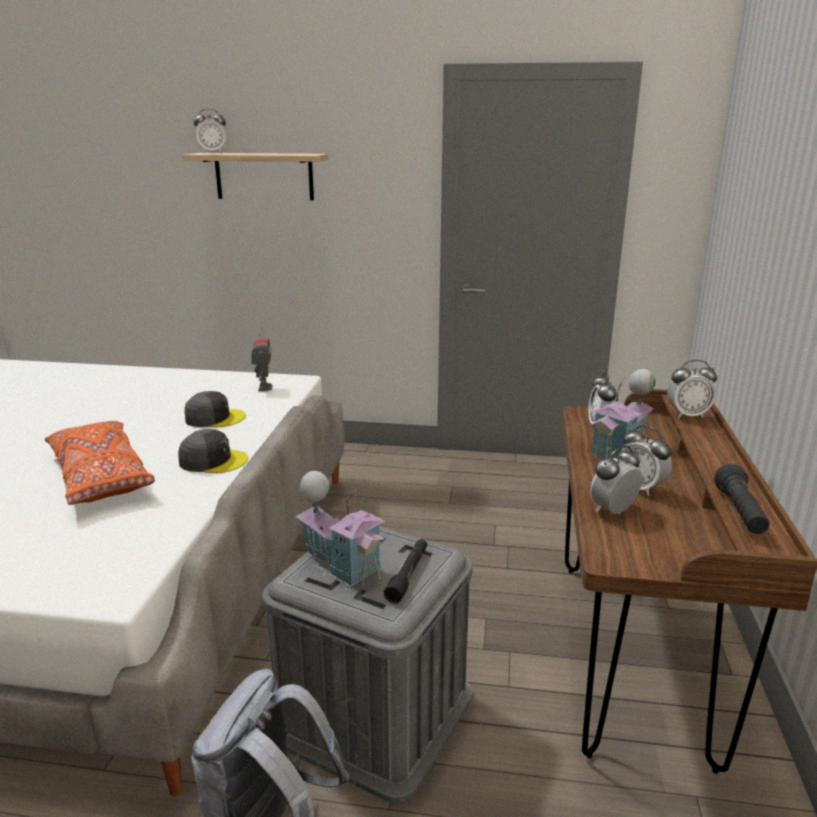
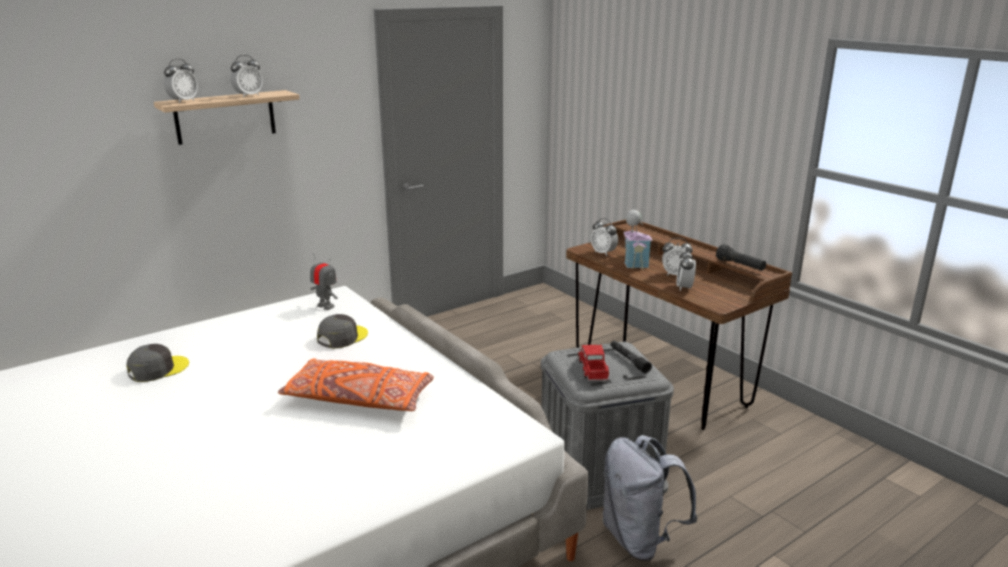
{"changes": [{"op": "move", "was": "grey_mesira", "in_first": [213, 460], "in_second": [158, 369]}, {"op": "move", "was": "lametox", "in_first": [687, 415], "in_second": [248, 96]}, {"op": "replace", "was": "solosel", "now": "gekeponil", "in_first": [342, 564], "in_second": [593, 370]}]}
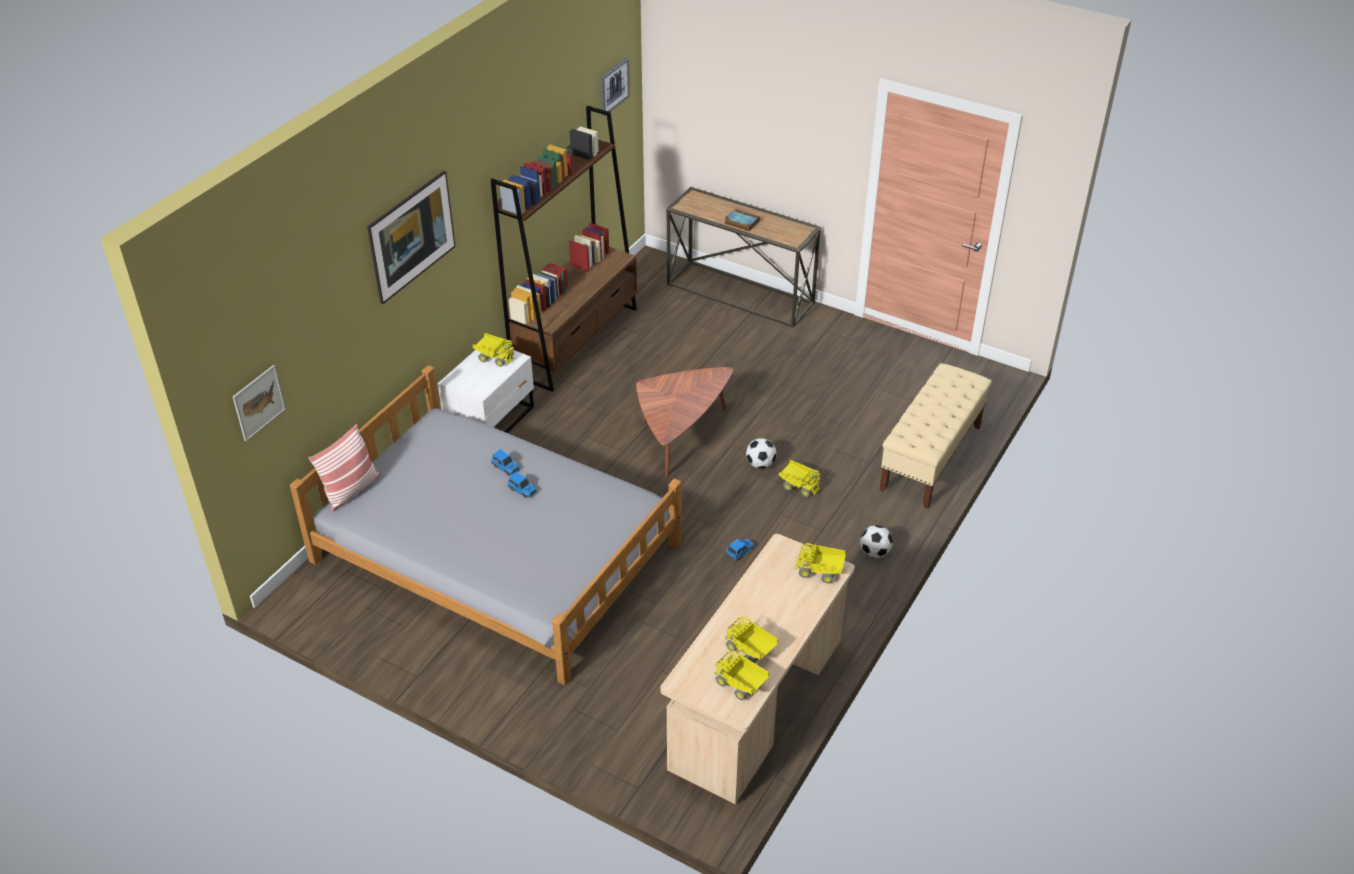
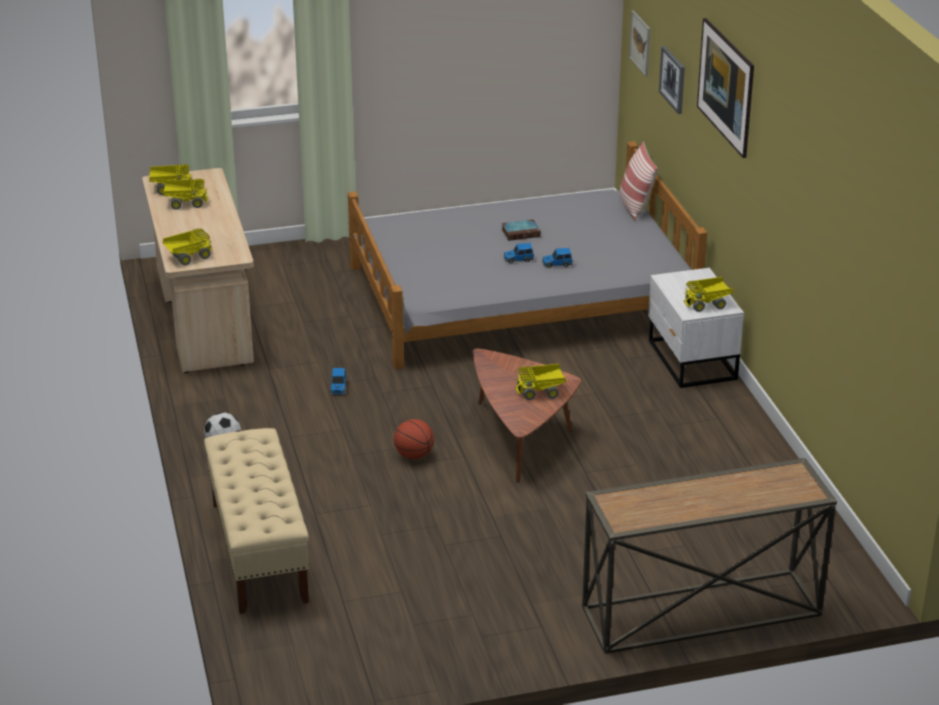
{"changes": [{"op": "replace", "was": "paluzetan", "now": "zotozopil", "in_first": [760, 464], "in_second": [414, 455]}, {"op": "move", "was": "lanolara", "in_first": [741, 222], "in_second": [521, 233]}, {"op": "move", "was": "gekeponil", "in_first": [799, 486], "in_second": [541, 392]}, {"op": "move", "was": "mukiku", "in_first": [613, 86], "in_second": [673, 79]}, {"op": "delete", "was": "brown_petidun", "in_first": [575, 341]}]}
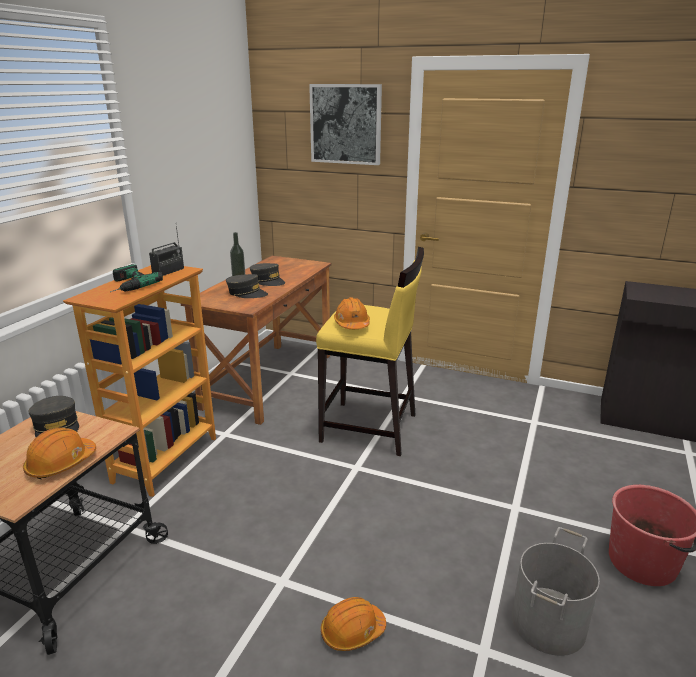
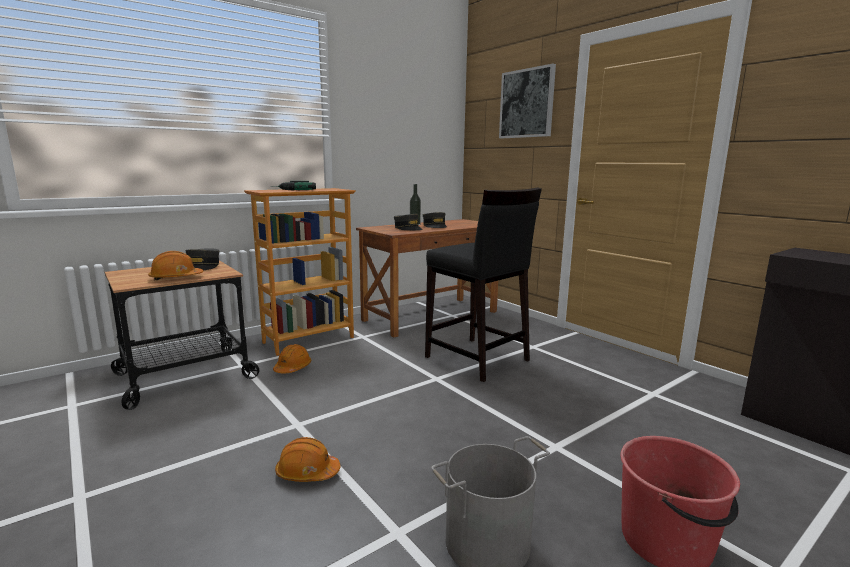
{"changes": [{"op": "move", "was": "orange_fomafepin", "in_first": [352, 324], "in_second": [293, 368]}, {"op": "recolor", "was": "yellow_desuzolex", "now": "black_desuzolex", "in_first": [370, 428], "in_second": [477, 359]}, {"op": "delete", "was": "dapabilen", "in_first": [168, 271]}]}
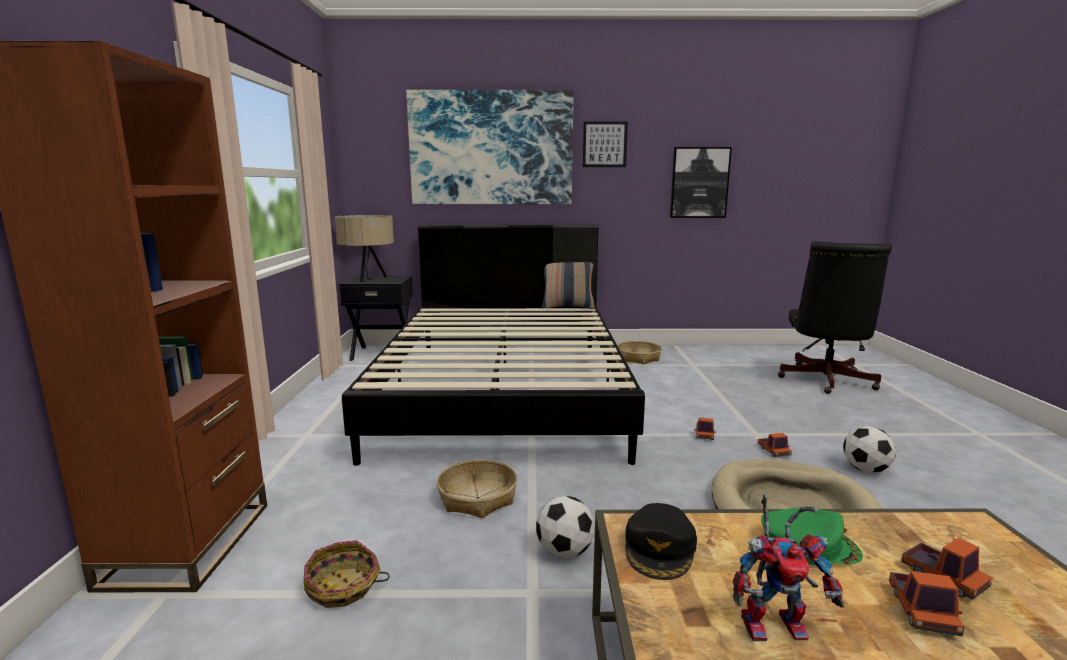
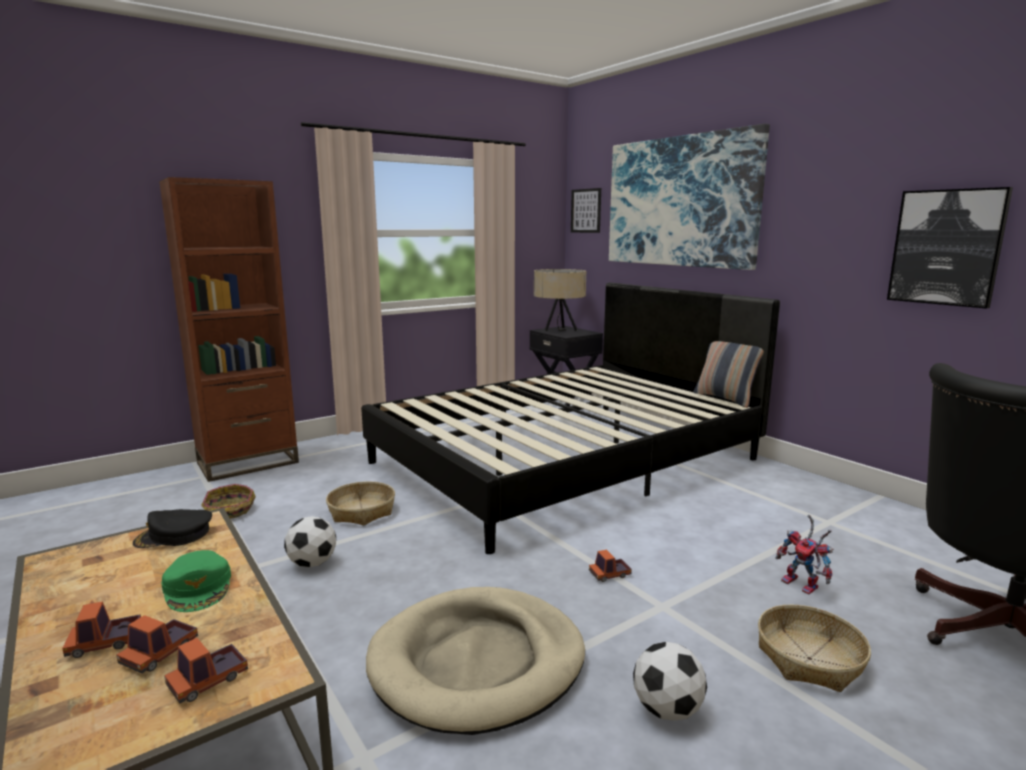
{"changes": [{"op": "move", "was": "gekeponil", "in_first": [773, 451], "in_second": [208, 681]}, {"op": "move", "was": "mukiku", "in_first": [604, 144], "in_second": [586, 211]}, {"op": "move", "was": "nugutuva", "in_first": [638, 358], "in_second": [809, 658]}, {"op": "move", "was": "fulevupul", "in_first": [776, 623], "in_second": [804, 585]}]}
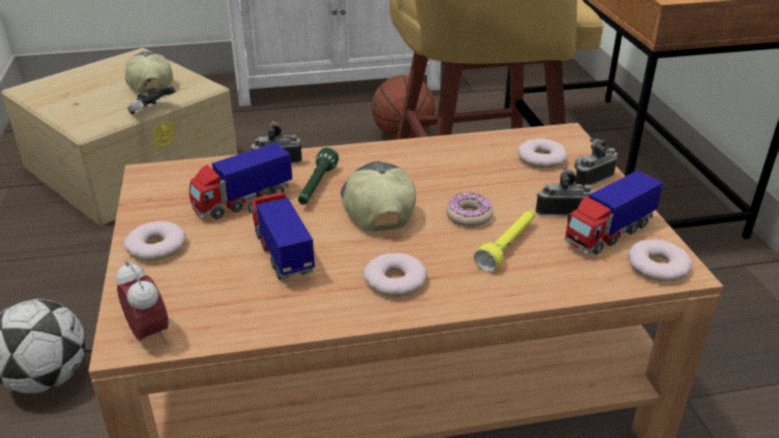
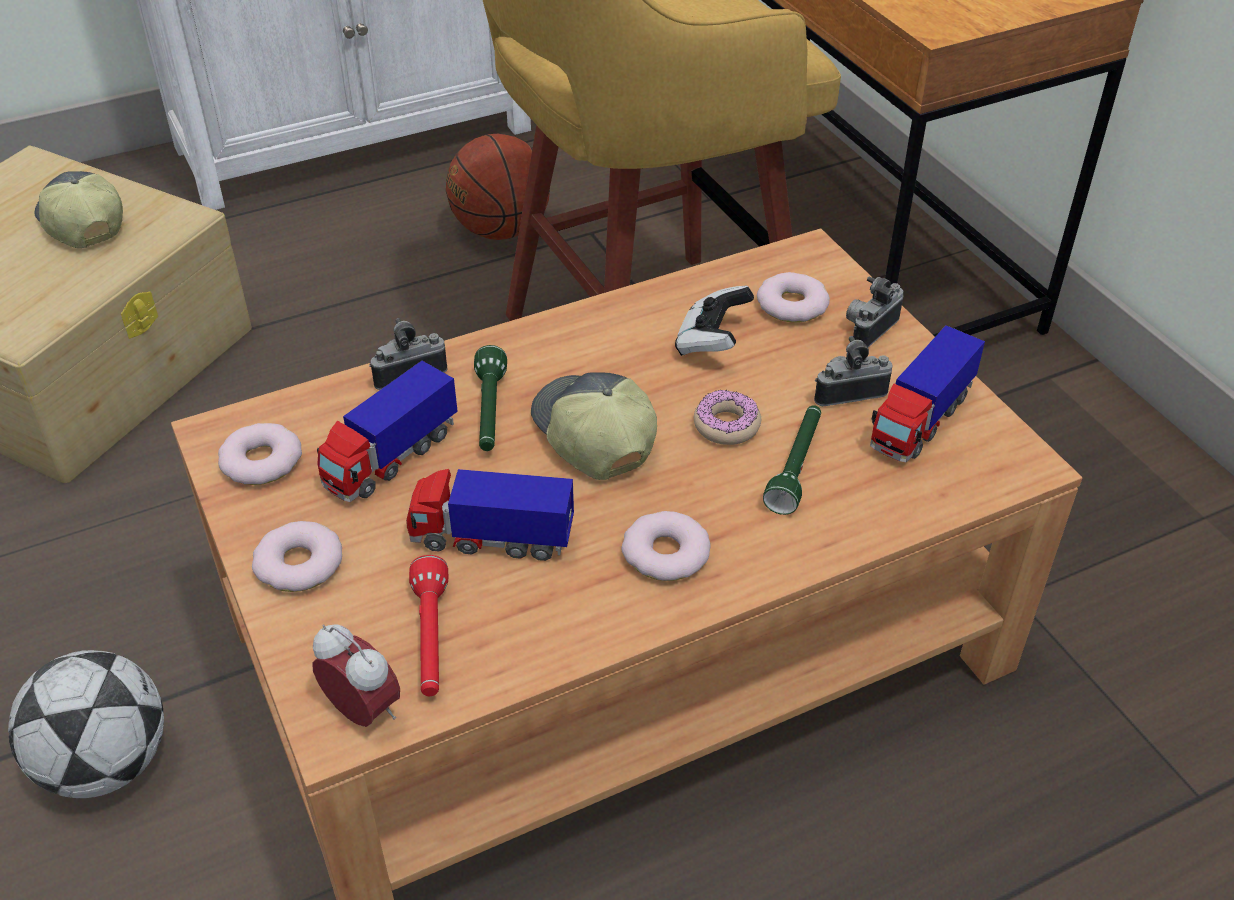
{"changes": [{"op": "move", "was": "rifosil", "in_first": [657, 266], "in_second": [261, 461]}, {"op": "rotate", "was": "gekeponil", "in_first": [282, 253], "in_second": [491, 539], "clockwise": -45}, {"op": "insert", "now": "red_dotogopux", "in_second": [431, 639]}, {"op": "move", "was": "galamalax", "in_first": [152, 111], "in_second": [712, 341]}, {"op": "recolor", "was": "yellow_dotogopux", "now": "green_dotogopux", "in_first": [508, 246], "in_second": [796, 467]}]}
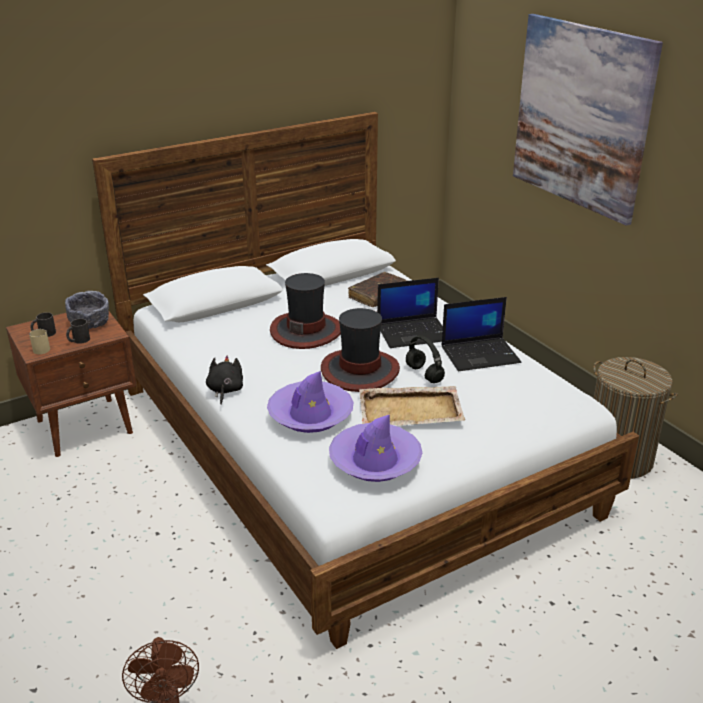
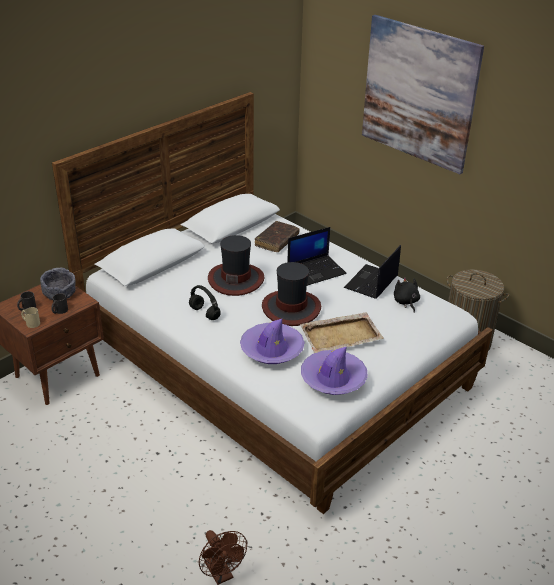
{"changes": [{"op": "move", "was": "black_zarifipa", "in_first": [425, 374], "in_second": [205, 313]}, {"op": "rotate", "was": "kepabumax", "in_first": [480, 354], "in_second": [371, 282], "clockwise": 150}, {"op": "move", "was": "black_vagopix", "in_first": [225, 391], "in_second": [406, 302]}]}
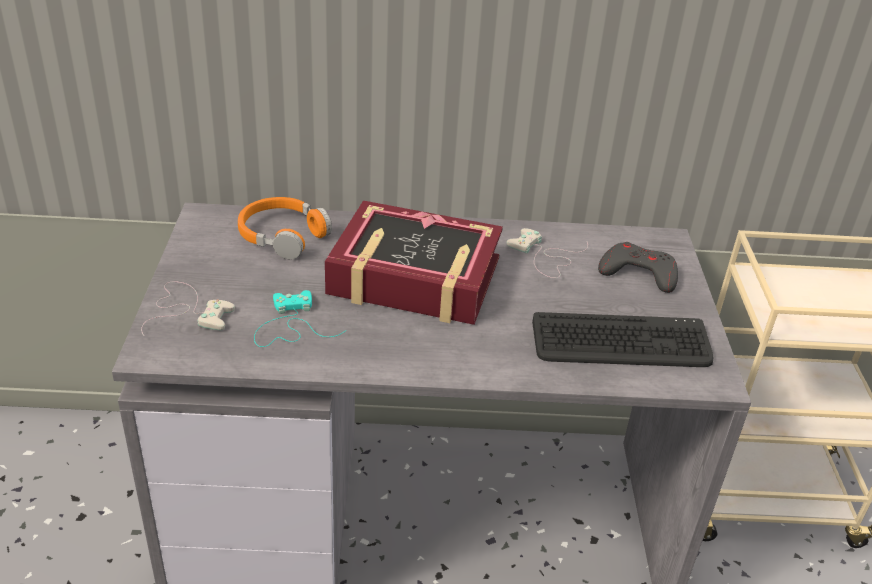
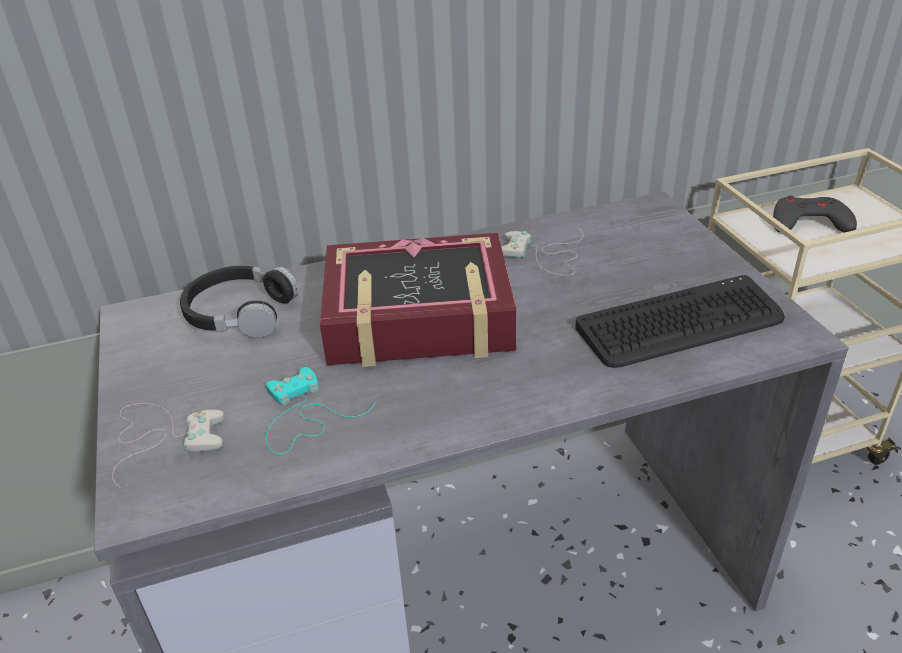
{"changes": [{"op": "recolor", "was": "orange_zarifipa", "now": "black_zarifipa", "in_first": [282, 235], "in_second": [240, 312]}, {"op": "move", "was": "grey_galamalax", "in_first": [638, 273], "in_second": [808, 223]}]}
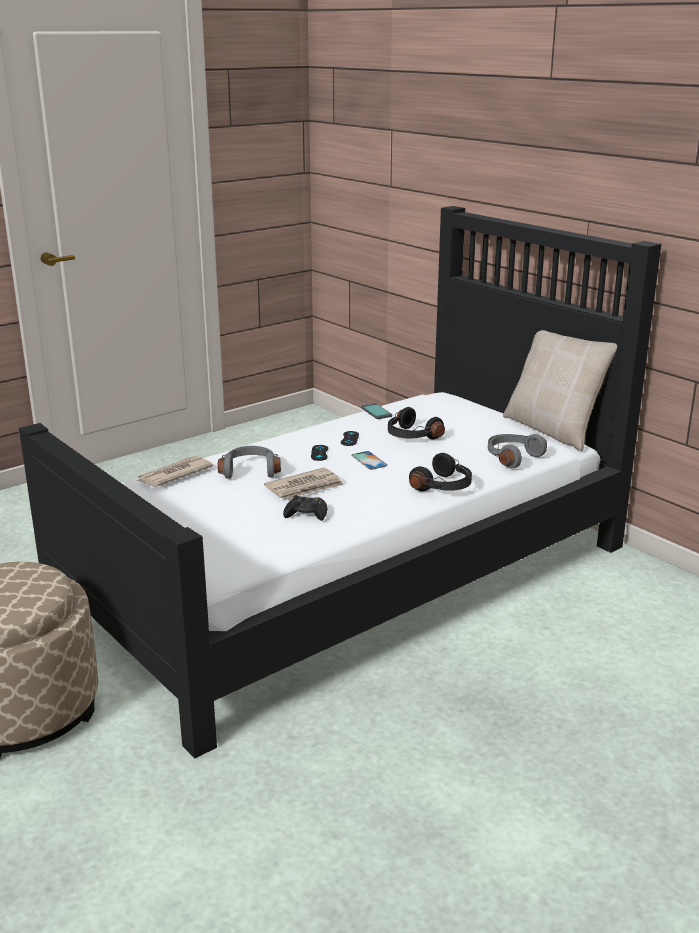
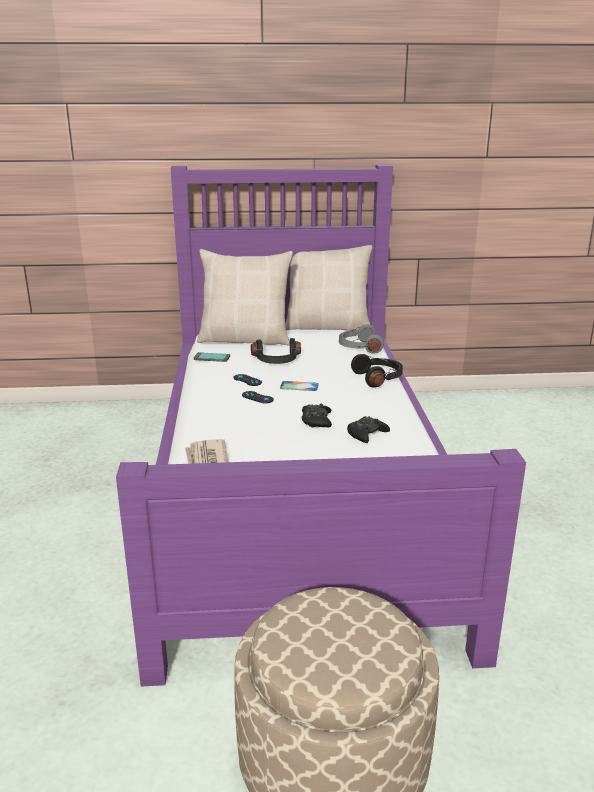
{"changes": [{"op": "recolor", "was": "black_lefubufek", "now": "purple_lefubufek", "in_first": [351, 574], "in_second": [297, 494]}, {"op": "insert", "now": "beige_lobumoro", "in_second": [245, 339]}, {"op": "replace", "was": "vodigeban", "now": "black_galamalax", "in_first": [305, 487], "in_second": [316, 421]}, {"op": "delete", "was": "grey_zarifipa", "in_first": [250, 470]}]}
